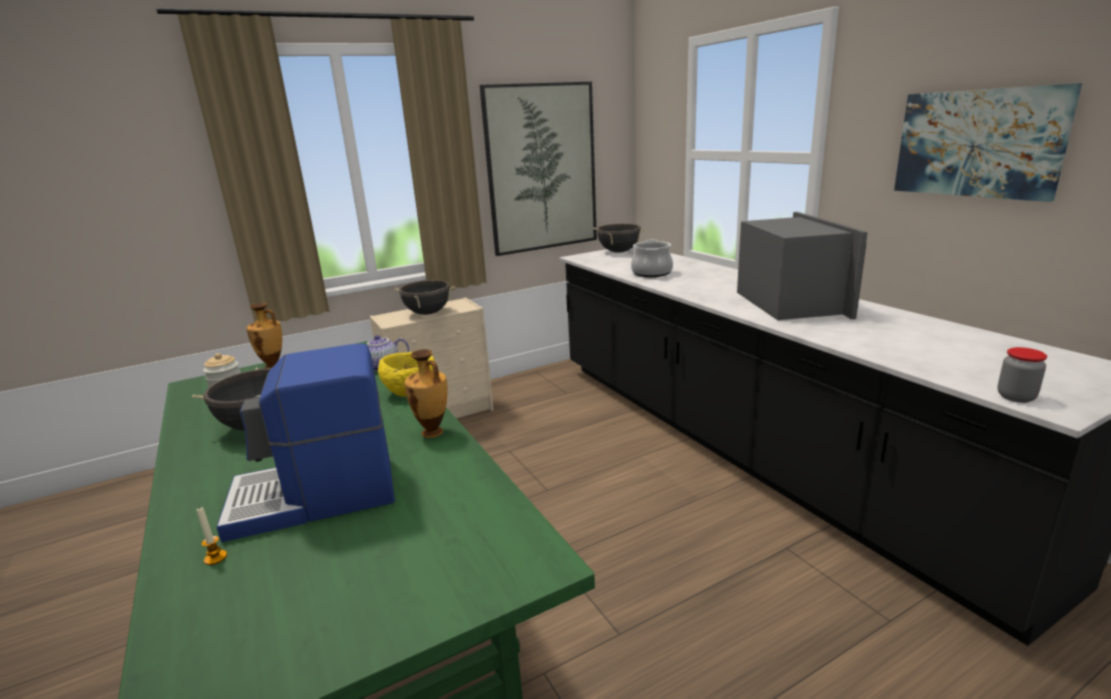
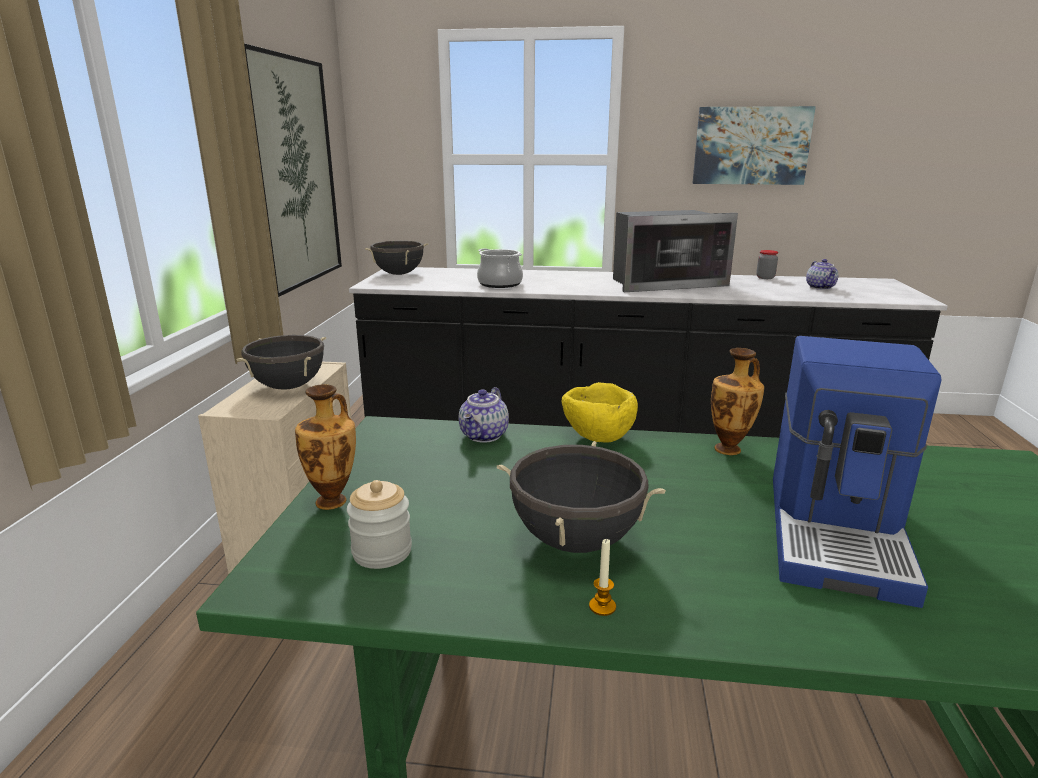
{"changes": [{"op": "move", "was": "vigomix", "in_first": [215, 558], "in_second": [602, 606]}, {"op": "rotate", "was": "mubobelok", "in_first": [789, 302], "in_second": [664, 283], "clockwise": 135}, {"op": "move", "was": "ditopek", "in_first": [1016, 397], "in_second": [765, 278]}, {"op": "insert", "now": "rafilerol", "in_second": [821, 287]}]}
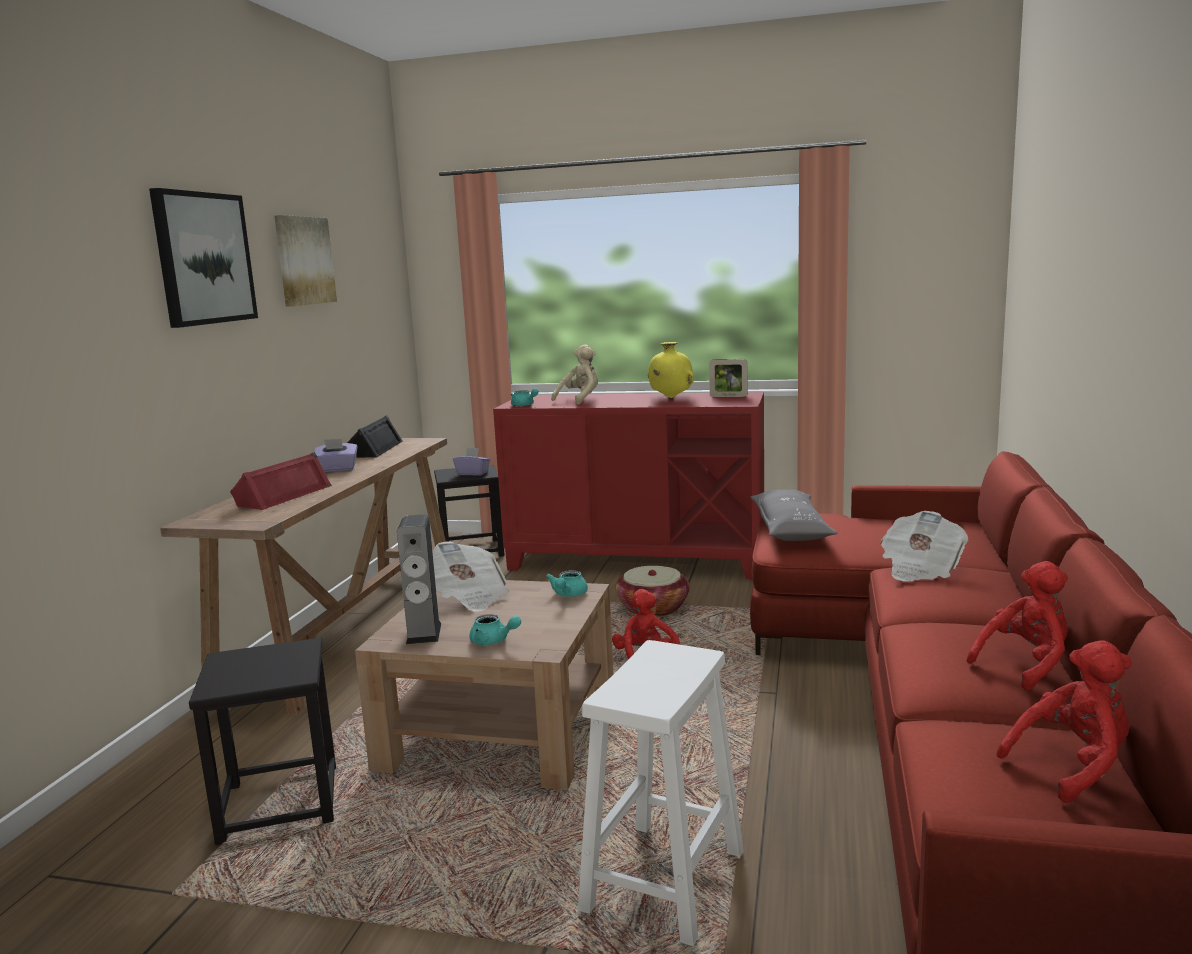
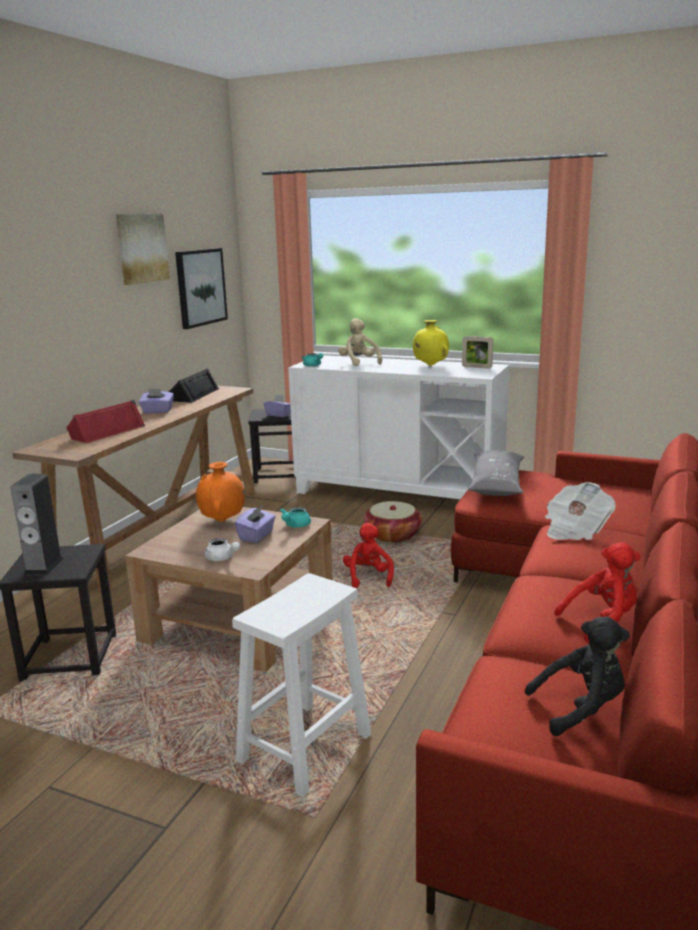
{"changes": [{"op": "move", "was": "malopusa", "in_first": [424, 633], "in_second": [44, 566]}, {"op": "move", "was": "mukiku", "in_first": [203, 258], "in_second": [200, 287]}, {"op": "replace", "was": "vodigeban", "now": "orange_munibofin", "in_first": [468, 597], "in_second": [222, 521]}, {"op": "recolor", "was": "turquoise_rafilerol", "now": "white_rafilerol", "in_first": [493, 641], "in_second": [222, 558]}, {"op": "insert", "now": "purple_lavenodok", "in_second": [257, 536]}, {"op": "recolor", "was": "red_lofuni", "now": "white_lofuni", "in_first": [637, 560], "in_second": [399, 493]}, {"op": "rotate", "was": "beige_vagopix", "in_first": [580, 400], "in_second": [359, 363], "clockwise": -75}, {"op": "recolor", "was": "red_vagopix", "now": "black_vagopix", "in_first": [1073, 766], "in_second": [581, 708]}]}
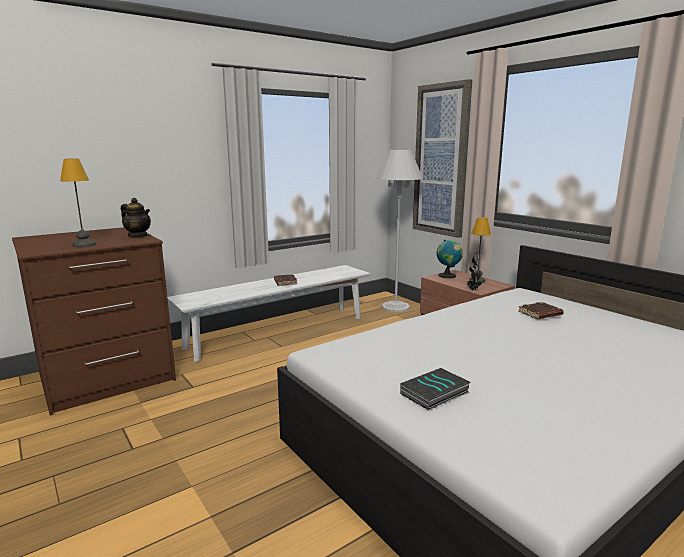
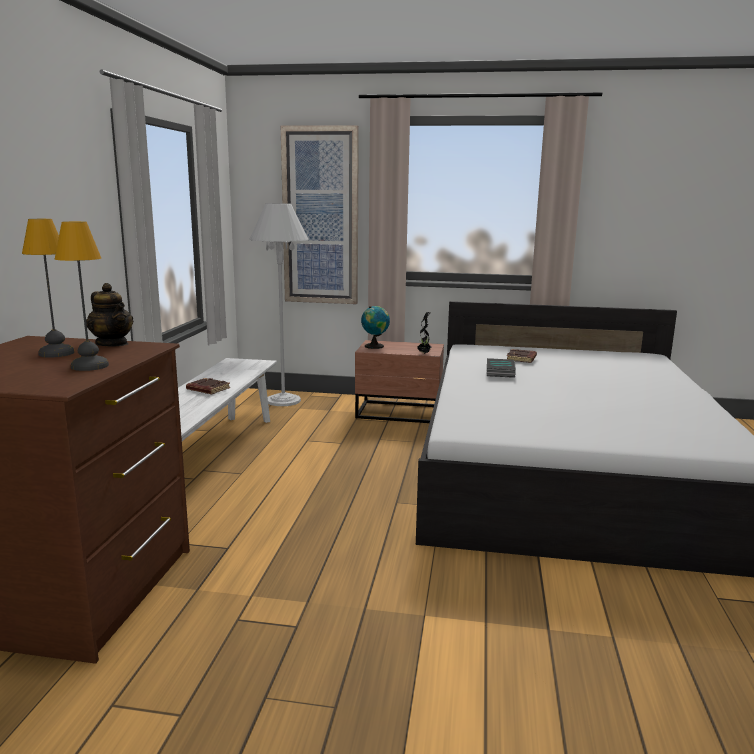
{"changes": [{"op": "move", "was": "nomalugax", "in_first": [477, 280], "in_second": [57, 353]}, {"op": "rotate", "was": "rafilerol", "in_first": [138, 236], "in_second": [112, 344], "clockwise": 60}, {"op": "move", "was": "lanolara", "in_first": [435, 394], "in_second": [501, 371]}]}
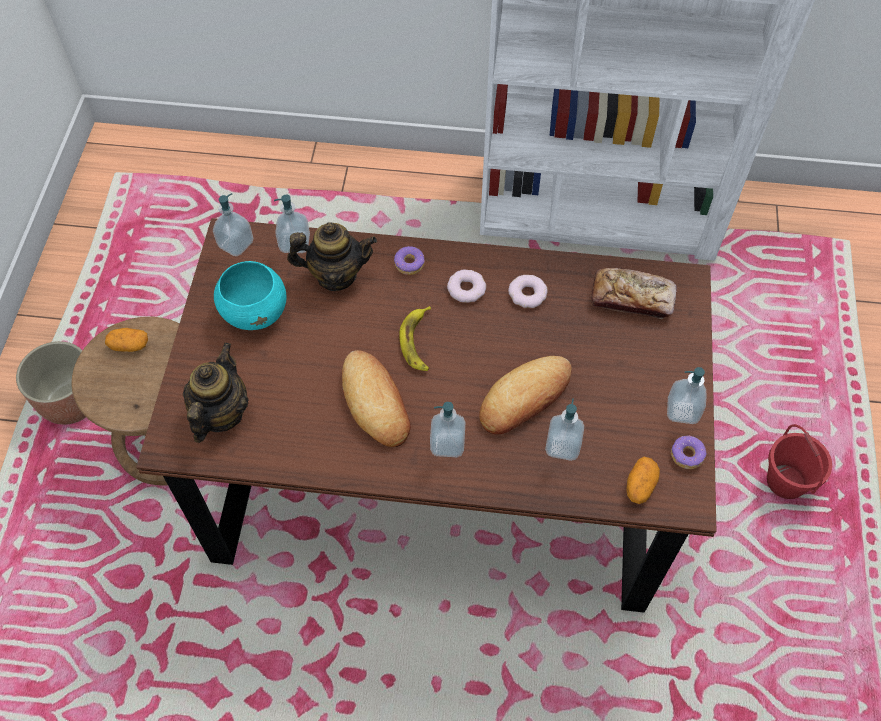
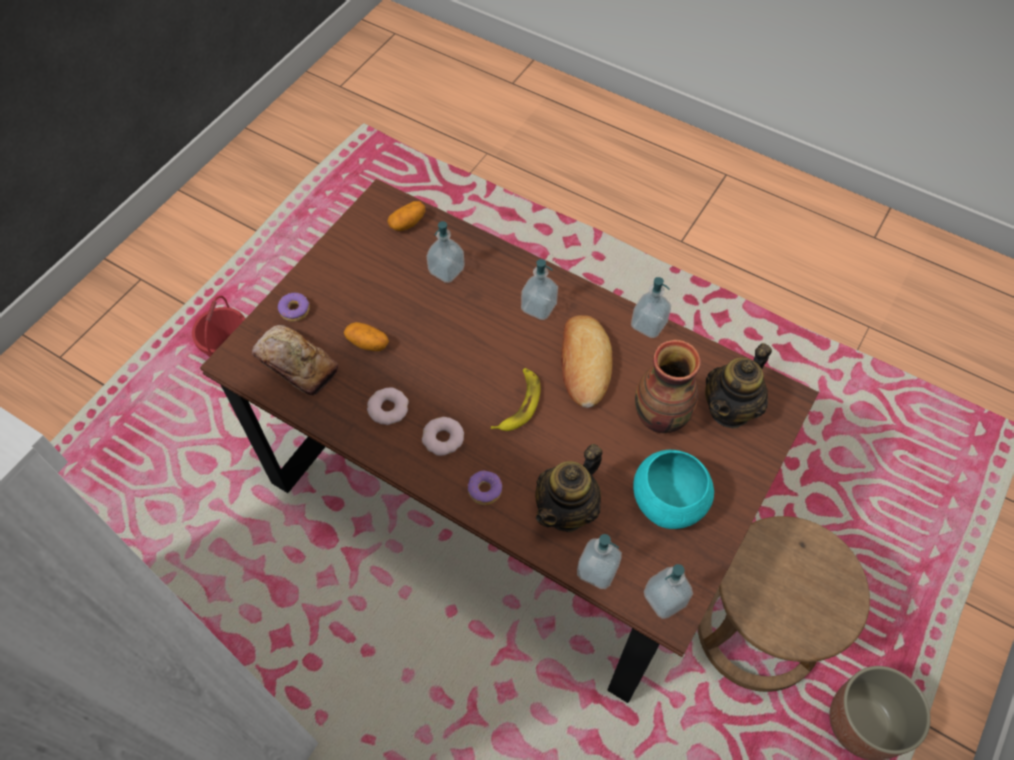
{"changes": [{"op": "move", "was": "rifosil", "in_first": [686, 455], "in_second": [295, 310]}, {"op": "move", "was": "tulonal", "in_first": [129, 345], "in_second": [368, 343]}, {"op": "rotate", "was": "rafilerol", "in_first": [336, 275], "in_second": [567, 510], "clockwise": -75}, {"op": "move", "was": "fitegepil", "in_first": [682, 410], "in_second": [648, 325]}, {"op": "insert", "now": "munibofin", "in_second": [662, 417]}, {"op": "delete", "was": "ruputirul", "in_first": [525, 398]}]}
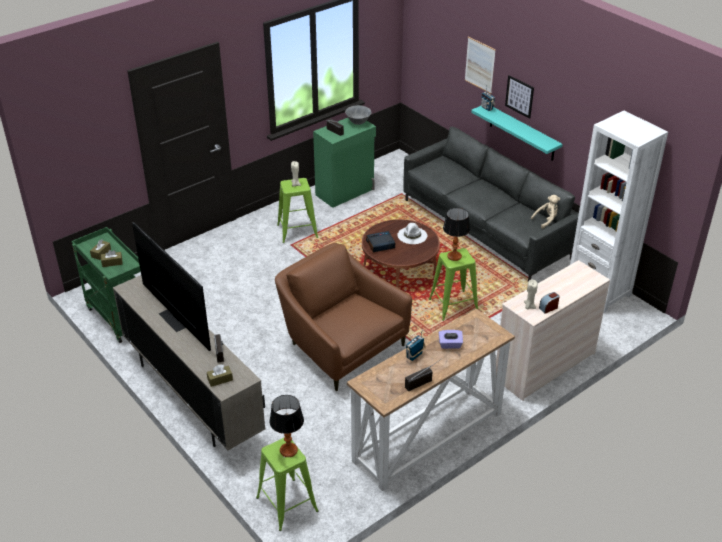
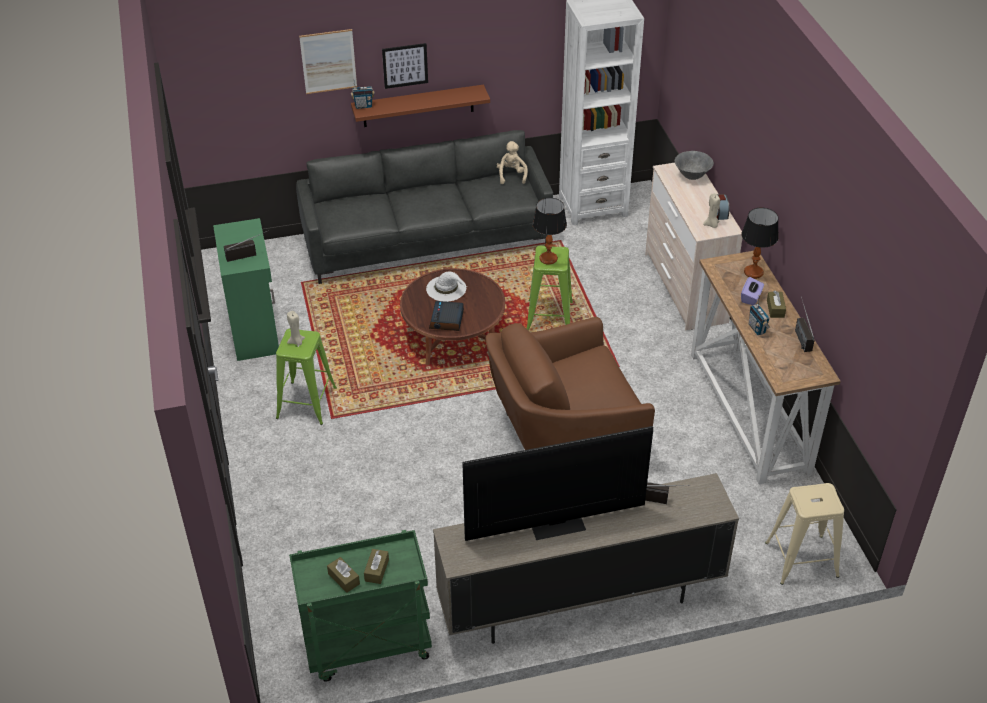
{"changes": [{"op": "recolor", "was": "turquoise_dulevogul", "now": "brown_dulevogul", "in_first": [522, 132], "in_second": [418, 106]}, {"op": "move", "was": "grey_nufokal", "in_first": [358, 123], "in_second": [692, 176]}, {"op": "move", "was": "nomalugax", "in_first": [288, 450], "in_second": [753, 272]}, {"op": "recolor", "was": "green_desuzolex", "now": "beige_desuzolex", "in_first": [287, 504], "in_second": [801, 559]}, {"op": "move", "was": "brown_lavenodok", "in_first": [220, 379], "in_second": [775, 309]}]}
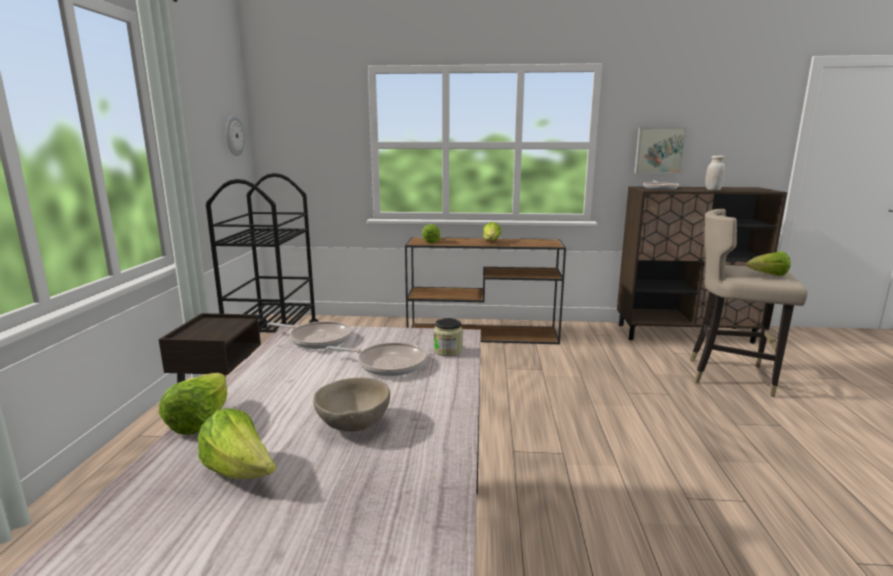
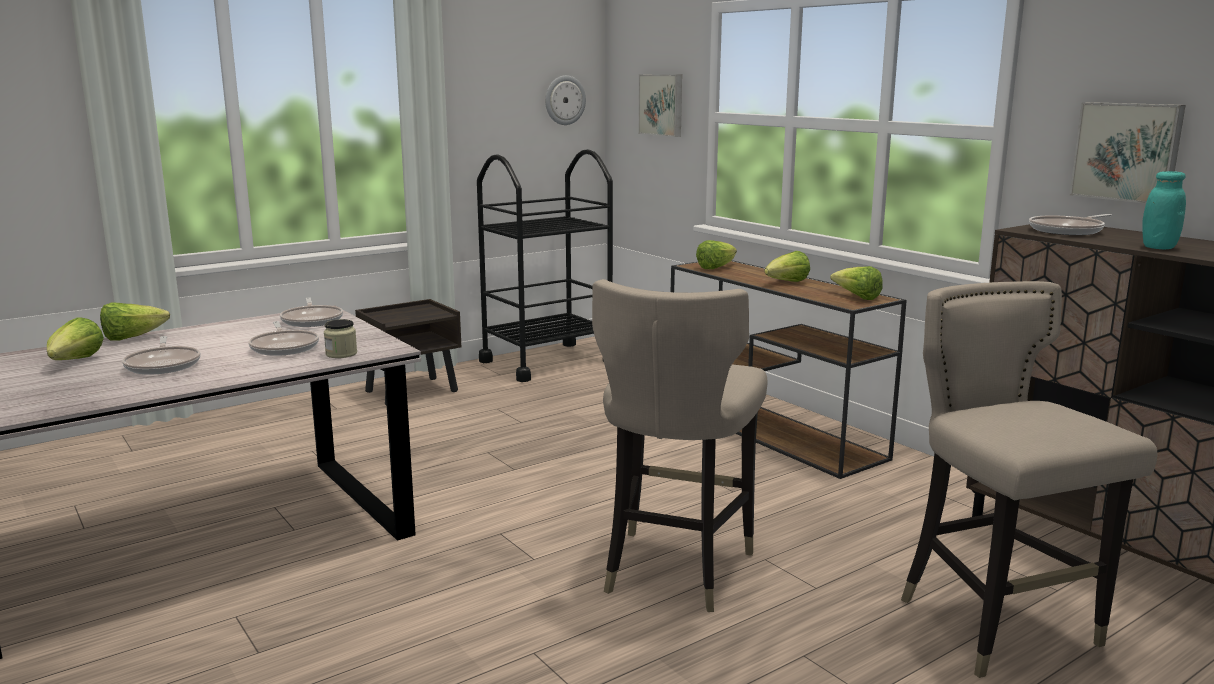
{"changes": [{"op": "replace", "was": "beige_nufokal", "now": "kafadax", "in_first": [353, 423], "in_second": [163, 365]}, {"op": "insert", "now": "beige_desuzolex", "in_second": [675, 568]}, {"op": "insert", "now": "mukiku", "in_second": [662, 105]}, {"op": "move", "was": "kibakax", "in_first": [768, 275], "in_second": [857, 297]}, {"op": "recolor", "was": "white_ditopek", "now": "turquoise_ditopek", "in_first": [713, 190], "in_second": [1158, 247]}]}
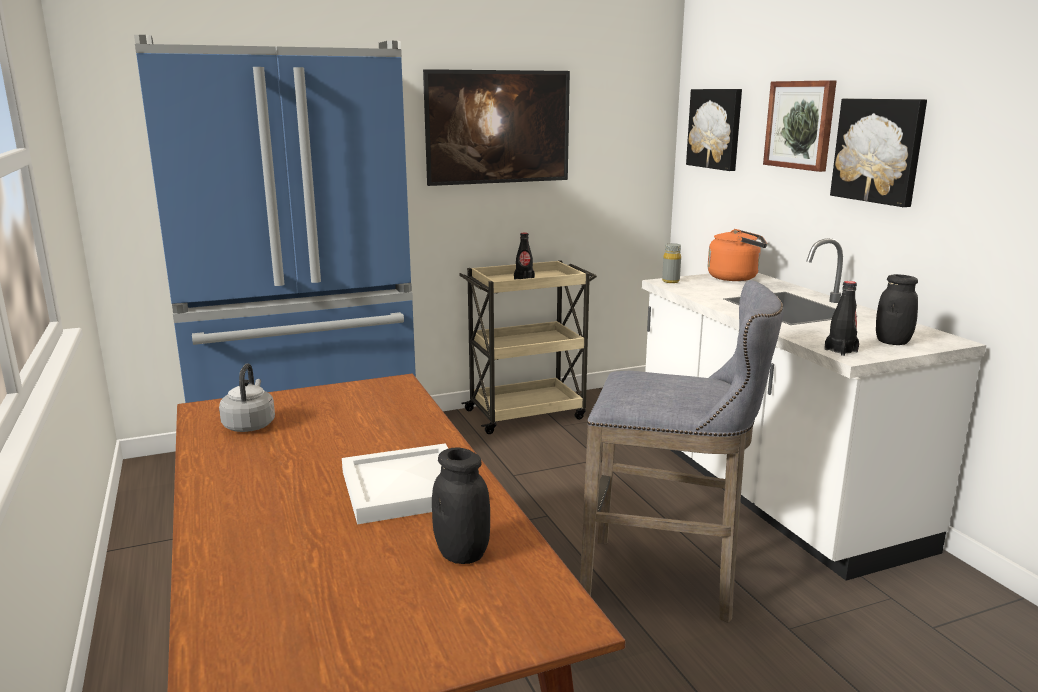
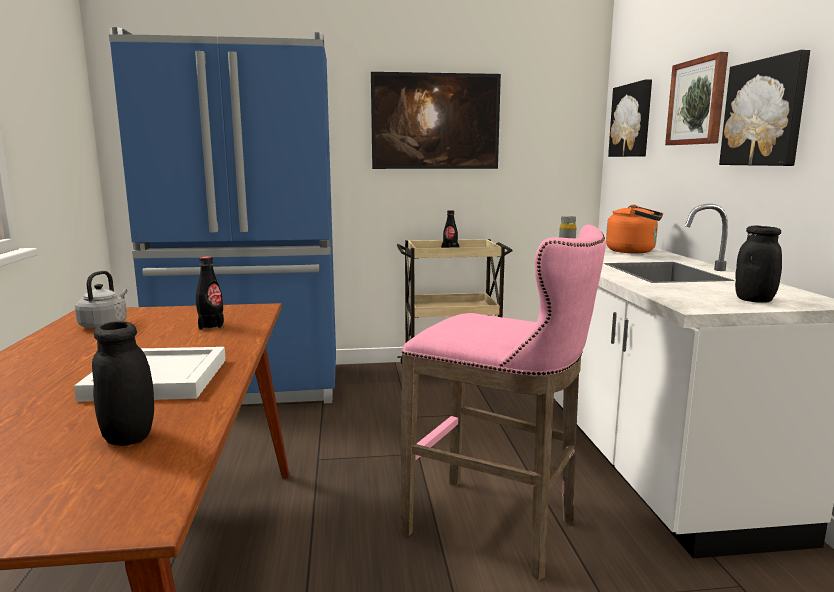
{"changes": [{"op": "move", "was": "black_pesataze", "in_first": [841, 350], "in_second": [211, 326]}, {"op": "recolor", "was": "grey_desuzolex", "now": "pink_desuzolex", "in_first": [668, 581], "in_second": [498, 528]}]}
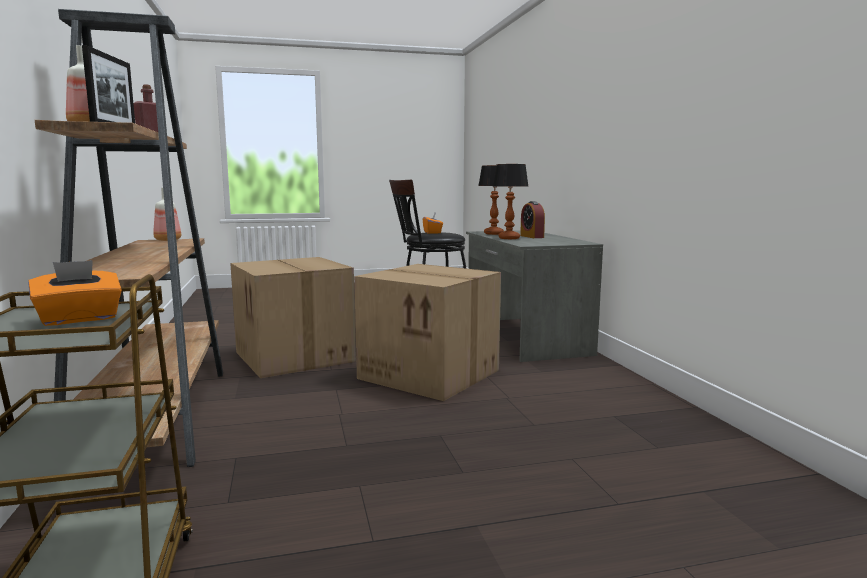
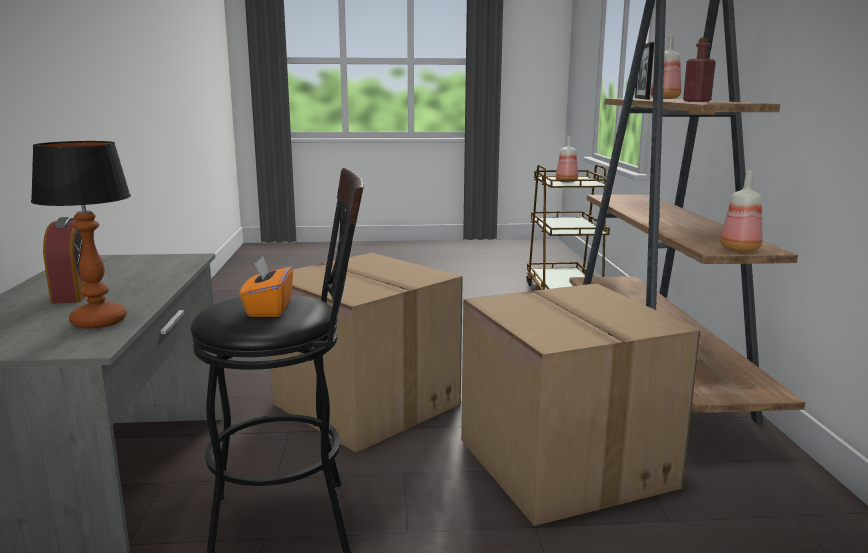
{"changes": [{"op": "replace", "was": "orange_lavenodok", "now": "pesataze", "in_first": [79, 319], "in_second": [566, 181]}, {"op": "delete", "was": "nomalugax", "in_first": [509, 238]}]}
